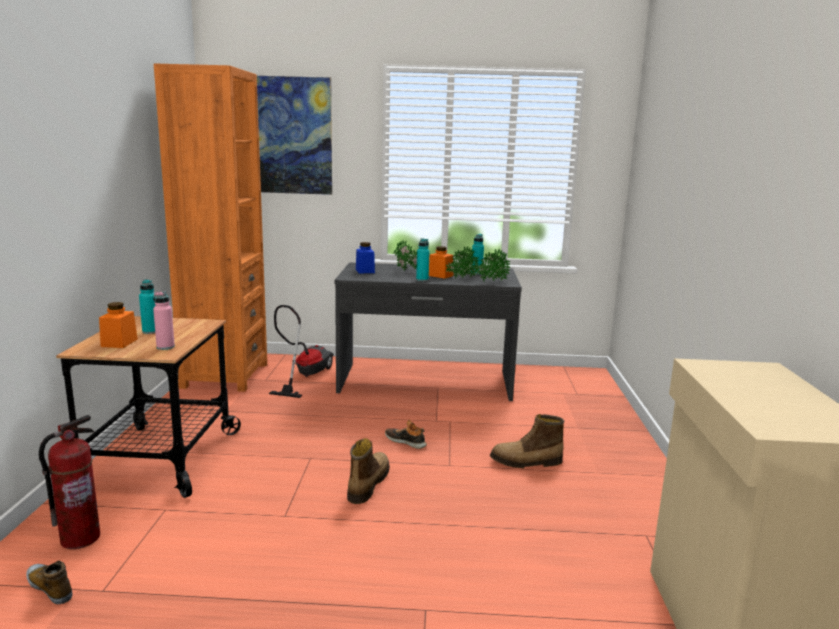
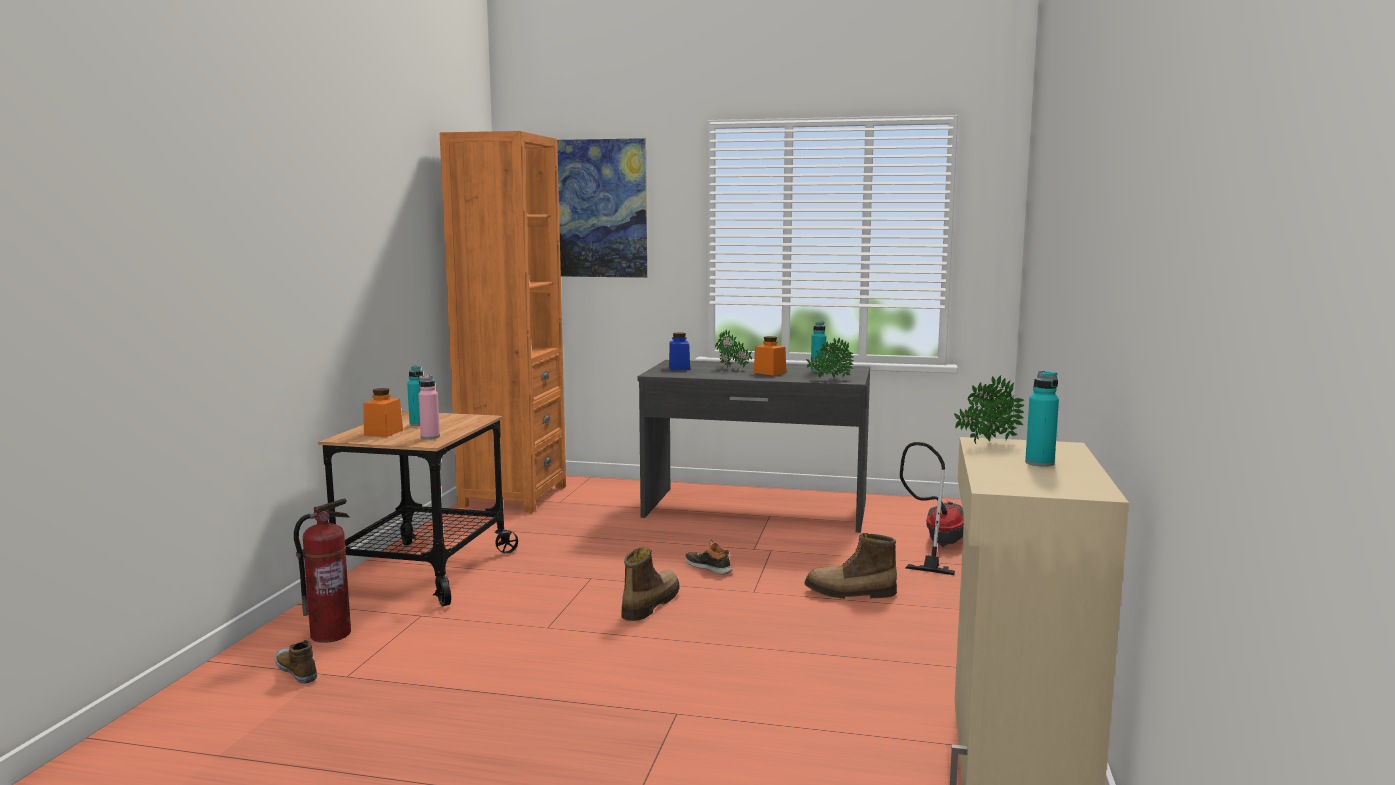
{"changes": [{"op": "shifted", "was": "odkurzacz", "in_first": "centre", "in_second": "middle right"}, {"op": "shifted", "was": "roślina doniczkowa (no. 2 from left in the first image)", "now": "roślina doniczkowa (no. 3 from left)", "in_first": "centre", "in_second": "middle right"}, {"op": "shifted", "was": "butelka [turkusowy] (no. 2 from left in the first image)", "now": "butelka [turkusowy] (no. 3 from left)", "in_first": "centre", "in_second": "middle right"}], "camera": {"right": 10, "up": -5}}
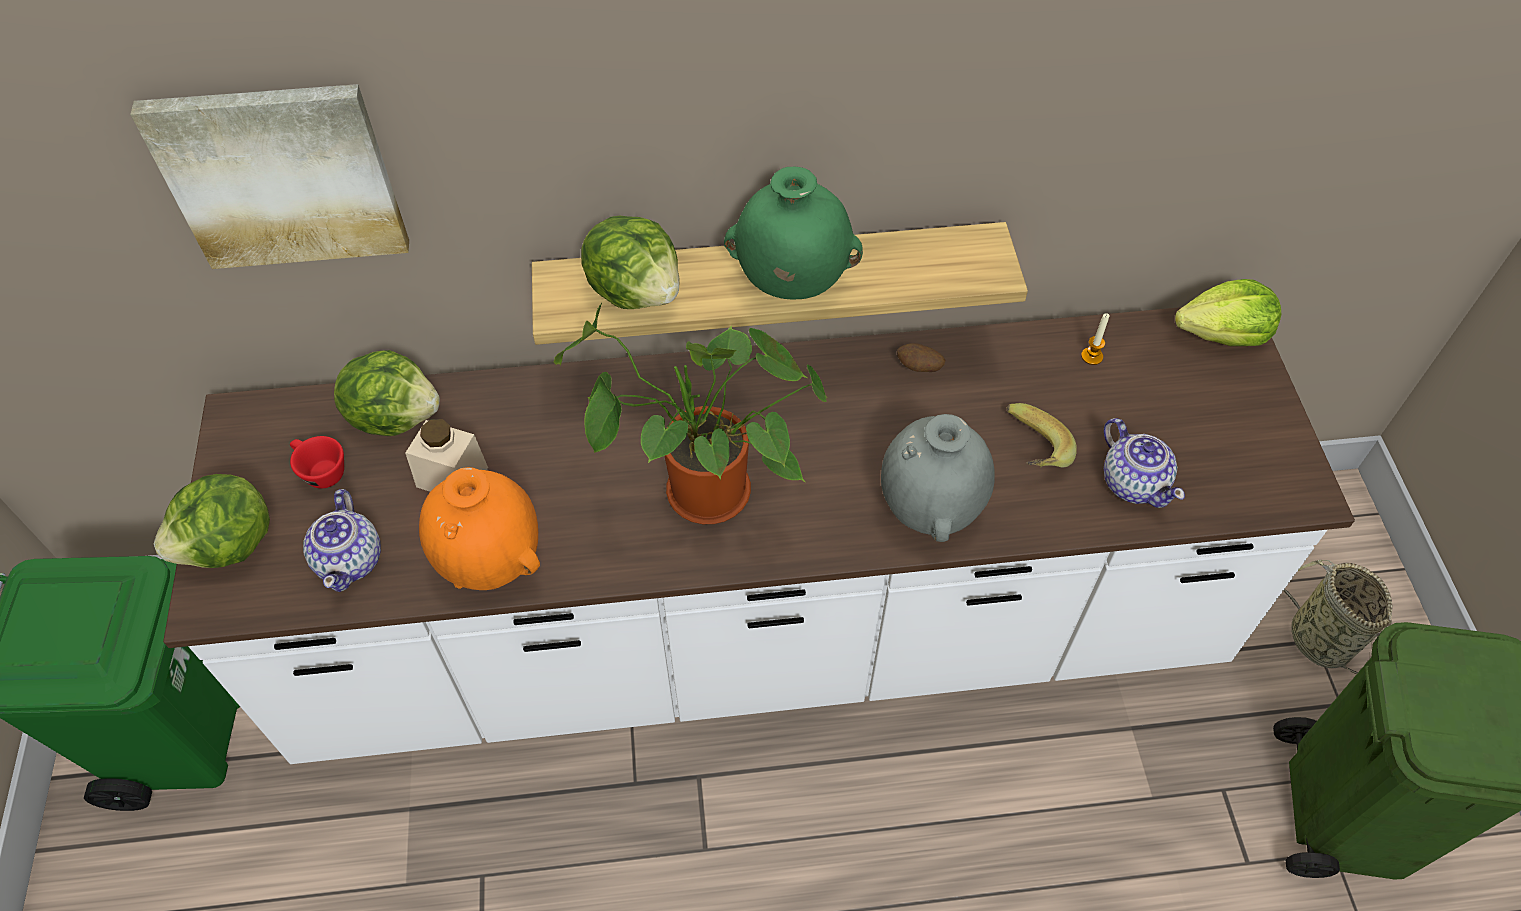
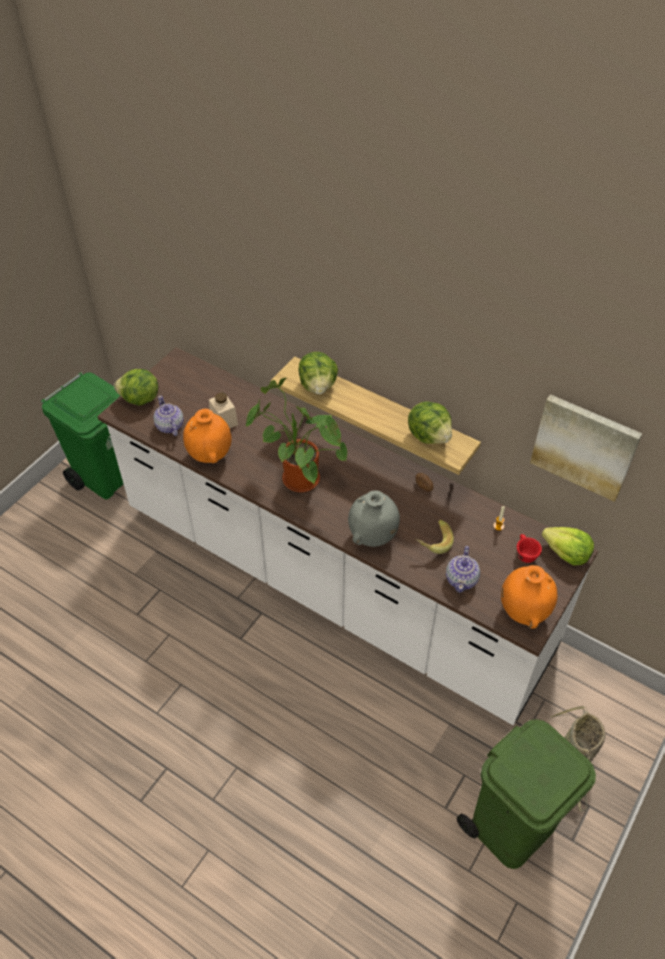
{"changes": [{"op": "rotated", "was": "imbryk (no. 1 from left)", "in_first": "middle left", "in_second": "middle left", "clockwise": 120}, {"op": "shifted", "was": "sałata (no. 2 from left in the first image)", "now": "sałata (no. 3 from left)", "in_first": "middle left", "in_second": "centre"}, {"op": "new", "now": "wazon [pomarańczowy] (no. 2 from left)", "in_second": "middle right"}, {"op": "shifted", "was": "filiżanka [czerwony]", "in_first": "middle left", "in_second": "middle right"}, {"op": "shifted", "was": "obraz", "in_first": "top left", "in_second": "middle right"}, {"op": "gone", "was": "wazon [zielony]", "in_first": "top centre"}], "camera": {"right": 40, "up": -5}}
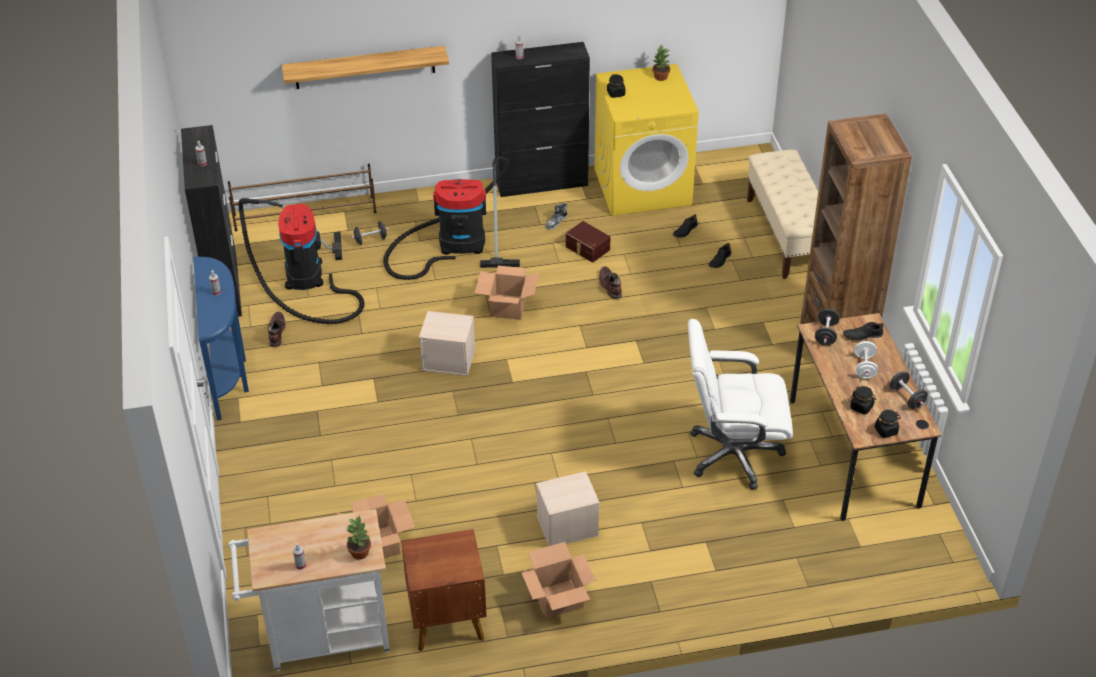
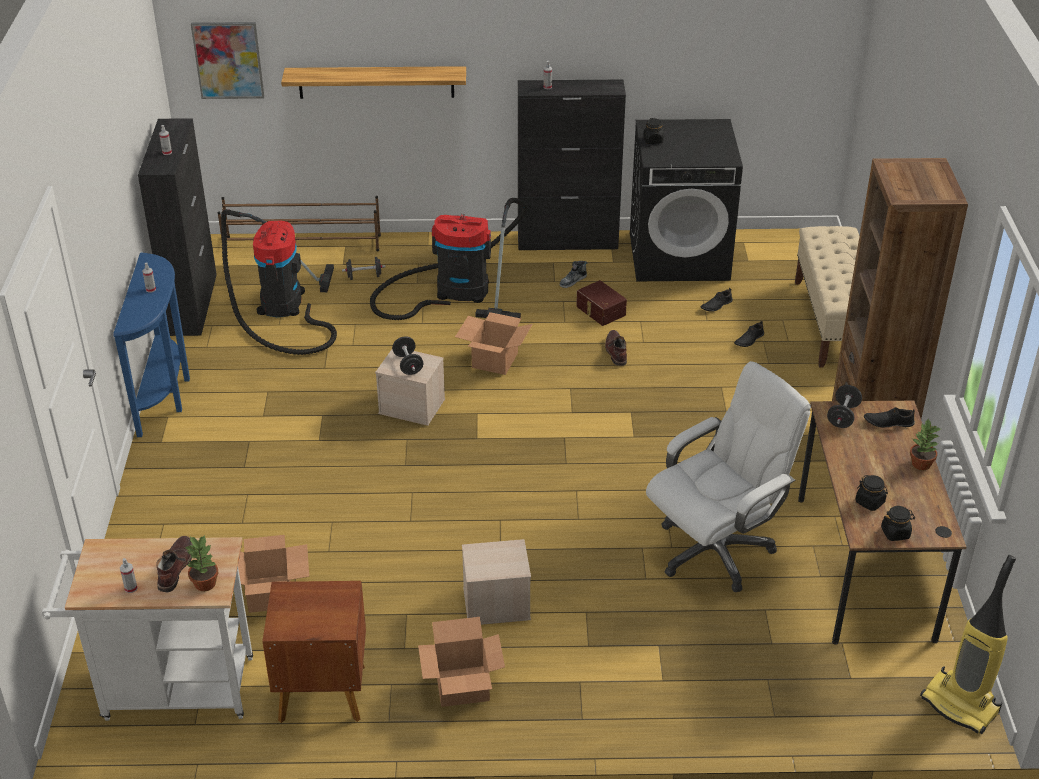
{"changes": [{"op": "shifted", "was": "but z cholewką [brązowy] (no. 1 from left)", "in_first": "middle left", "in_second": "bottom left"}, {"op": "new", "now": "obraz", "in_second": "top left"}, {"op": "shifted", "was": "hantel [czarny] (no. 3 from left in the first image)", "now": "hantel [czarny] (no. 2 from left)", "in_first": "middle right", "in_second": "centre"}, {"op": "repainted", "was": "pralka [żółty]", "now": "pralka [czarny]", "in_first": "top centre", "in_second": "top centre"}, {"op": "rotated", "was": "krzesło biurowe [biały]", "in_first": "middle right", "in_second": "middle right", "clockwise": 135}, {"op": "shifted", "was": "roślina doniczkowa (no. 2 from left)", "in_first": "top centre", "in_second": "middle right"}, {"op": "new", "now": "odkurzacz (no. 3 from left)", "in_second": "bottom right"}, {"op": "gone", "was": "hantel [biały]", "in_first": "middle right"}], "camera": {"right": 10, "up": -5}}
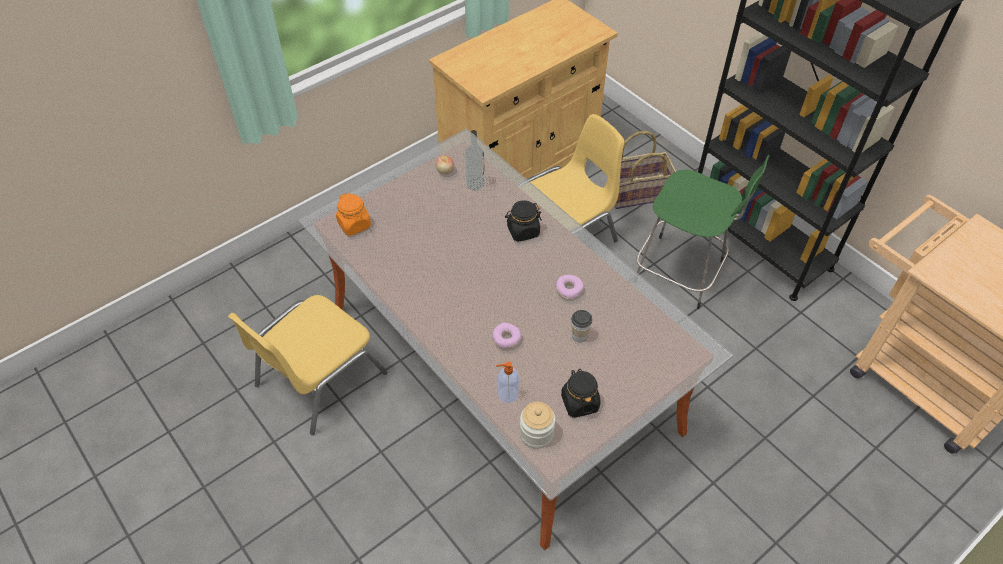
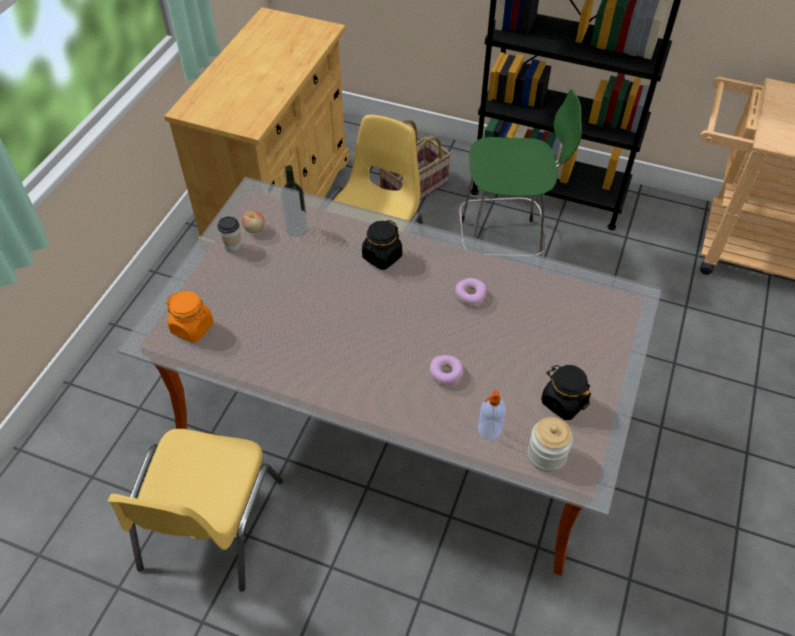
{"changes": [{"op": "shifted", "was": "filiżanka", "in_first": "centre", "in_second": "middle left"}], "camera": {"right": -30, "up": 0}}
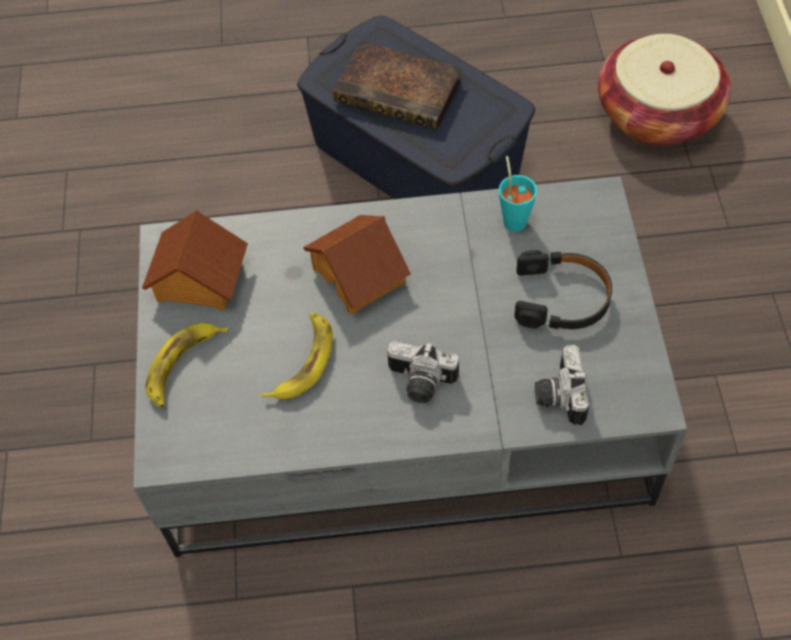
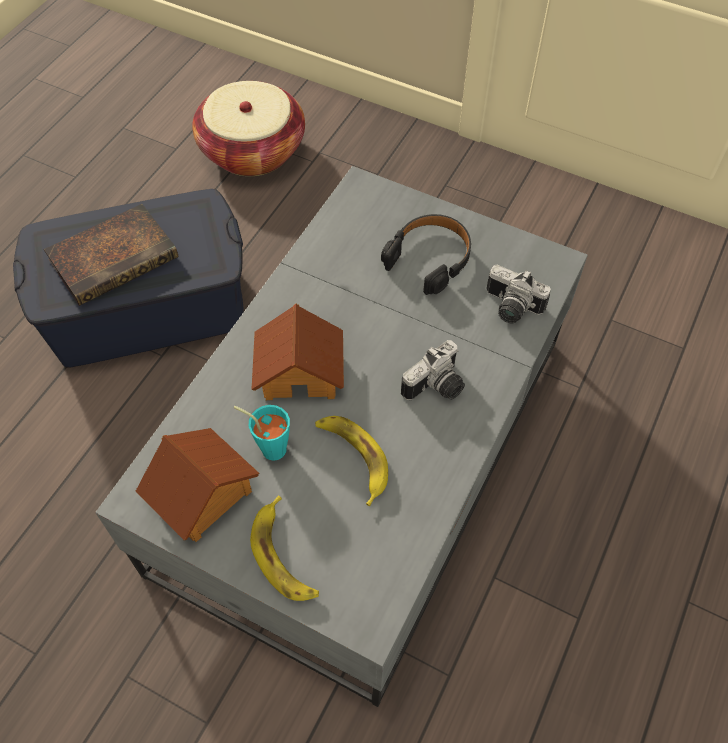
{"changes": [{"op": "shifted", "was": "filiżanka [turkusowy]", "in_first": "top centre", "in_second": "centre"}], "camera": {"right": -60, "up": 0}}
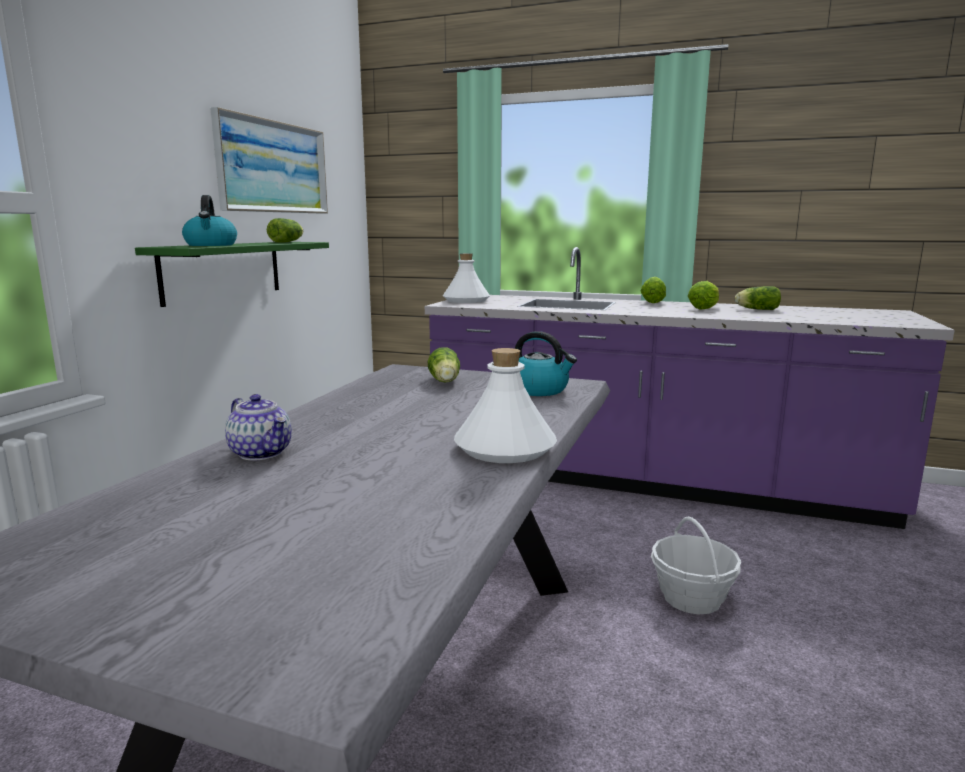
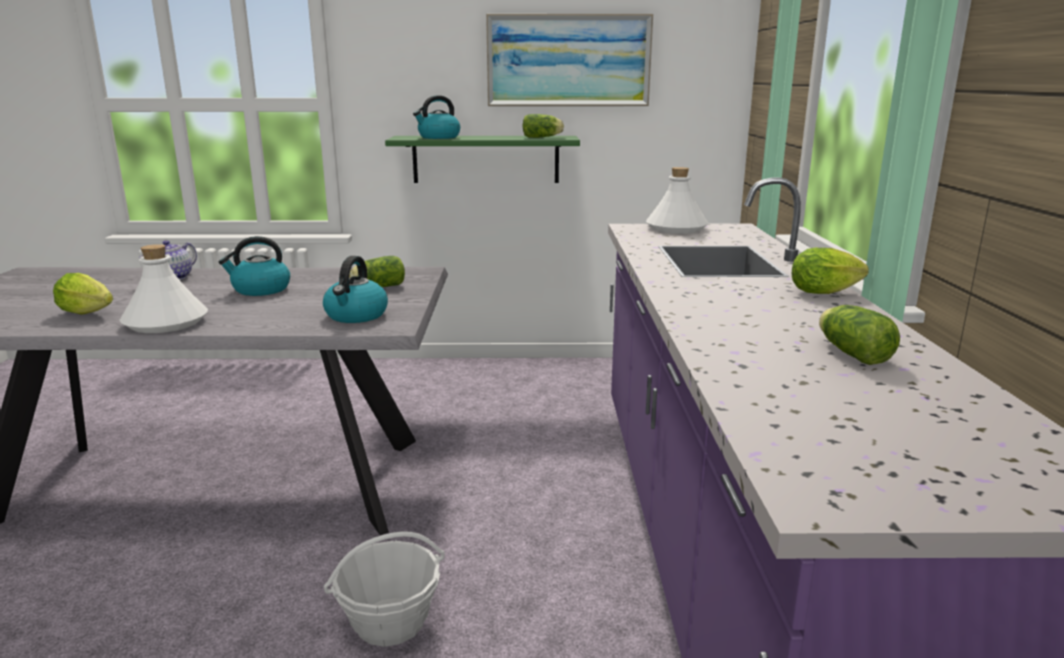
{"changes": [{"op": "shifted", "was": "sałata (no. 4 from left in the first image)", "now": "sałata (no. 1 from left)", "in_first": "middle right", "in_second": "middle left"}, {"op": "new", "now": "czajnik (no. 1 from left)", "in_second": "middle left"}], "camera": {"right": 70, "up": 5}}
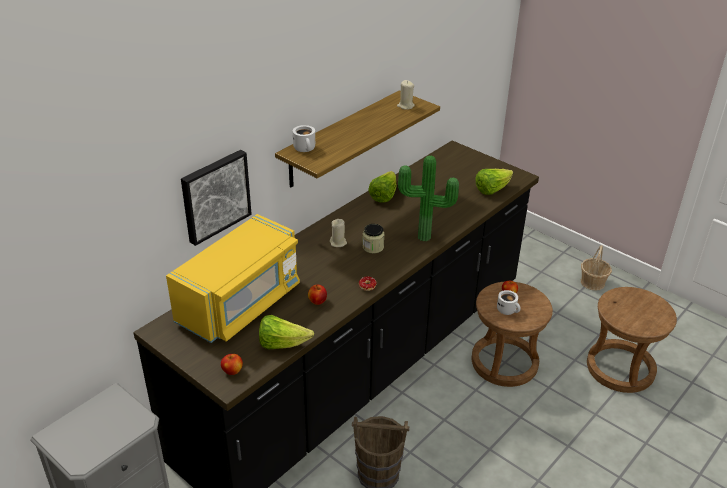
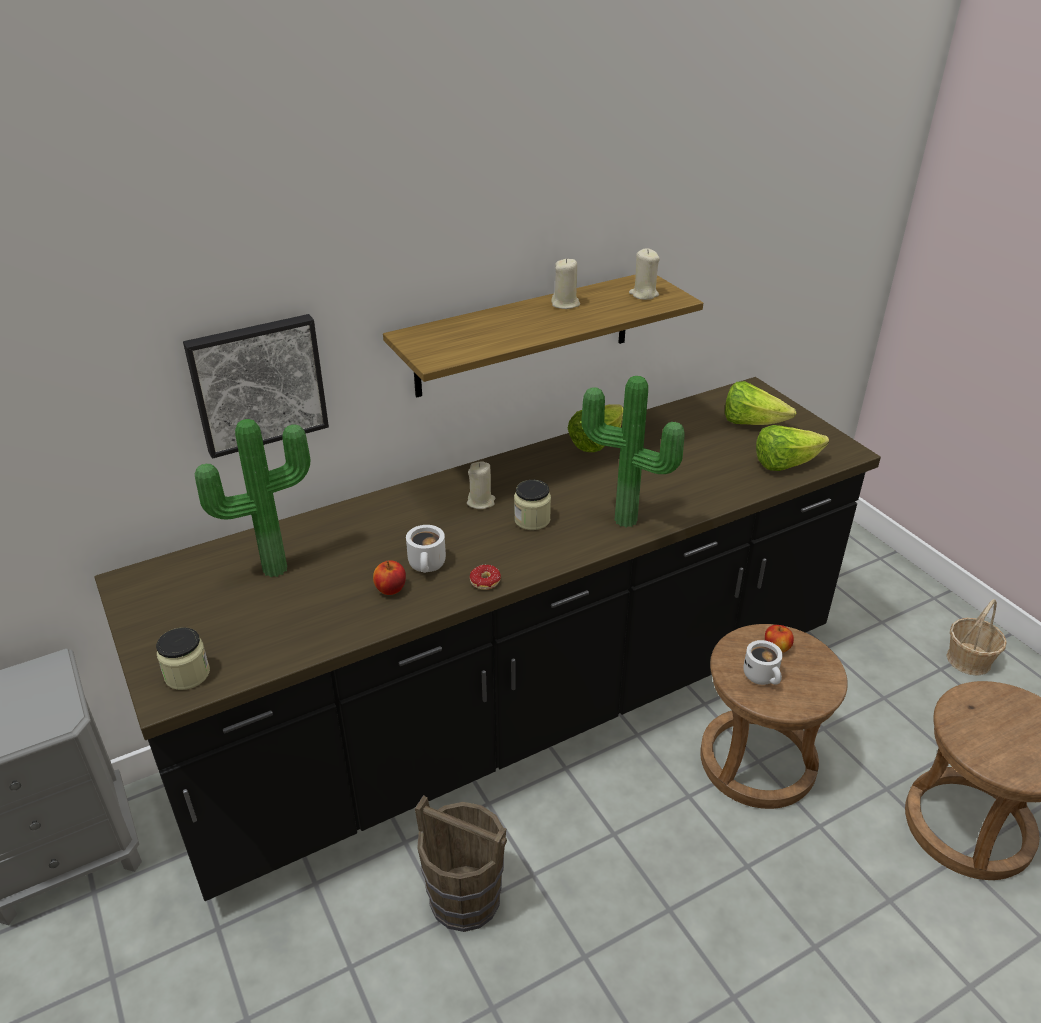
{"changes": [{"op": "swapped", "was": "jabłko (no. 1 from left)", "now": "słoik (no. 1 from left)", "in_first": "bottom left", "in_second": "middle left"}, {"op": "swapped", "was": "mikrofalówka [żółty]", "now": "roślina doniczkowa (no. 1 from left)", "in_first": "middle left", "in_second": "middle left"}, {"op": "shifted", "was": "kubek [biały] (no. 1 from left)", "in_first": "top centre", "in_second": "centre"}, {"op": "new", "now": "świeca [beżowy] (no. 2 from left)", "in_second": "top centre"}, {"op": "shifted", "was": "sałata (no. 1 from left in the first image)", "now": "sałata (no. 2 from left)", "in_first": "bottom centre", "in_second": "middle right"}], "camera": {"right": 20, "up": 0}}
